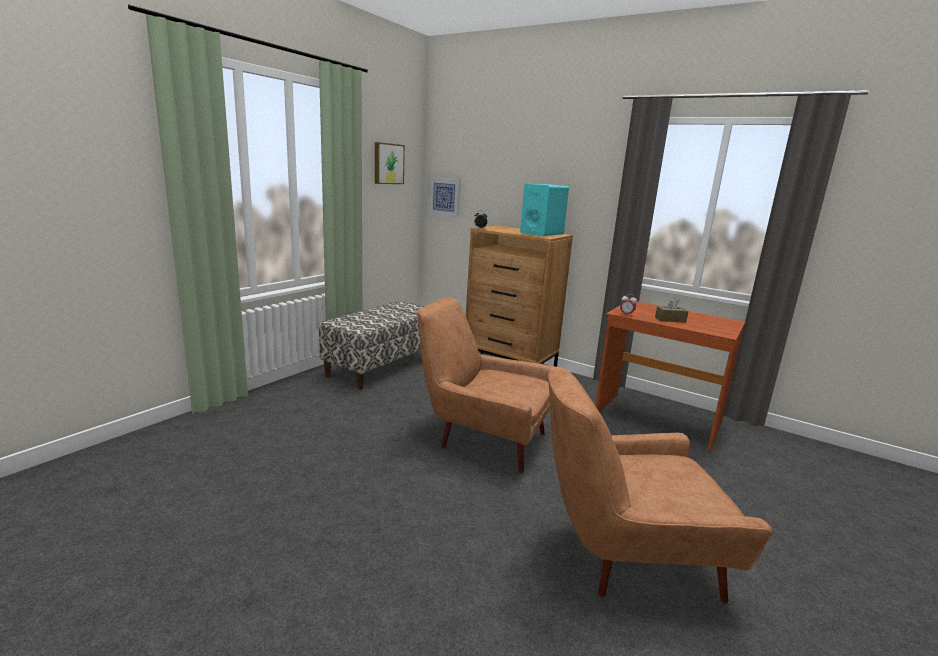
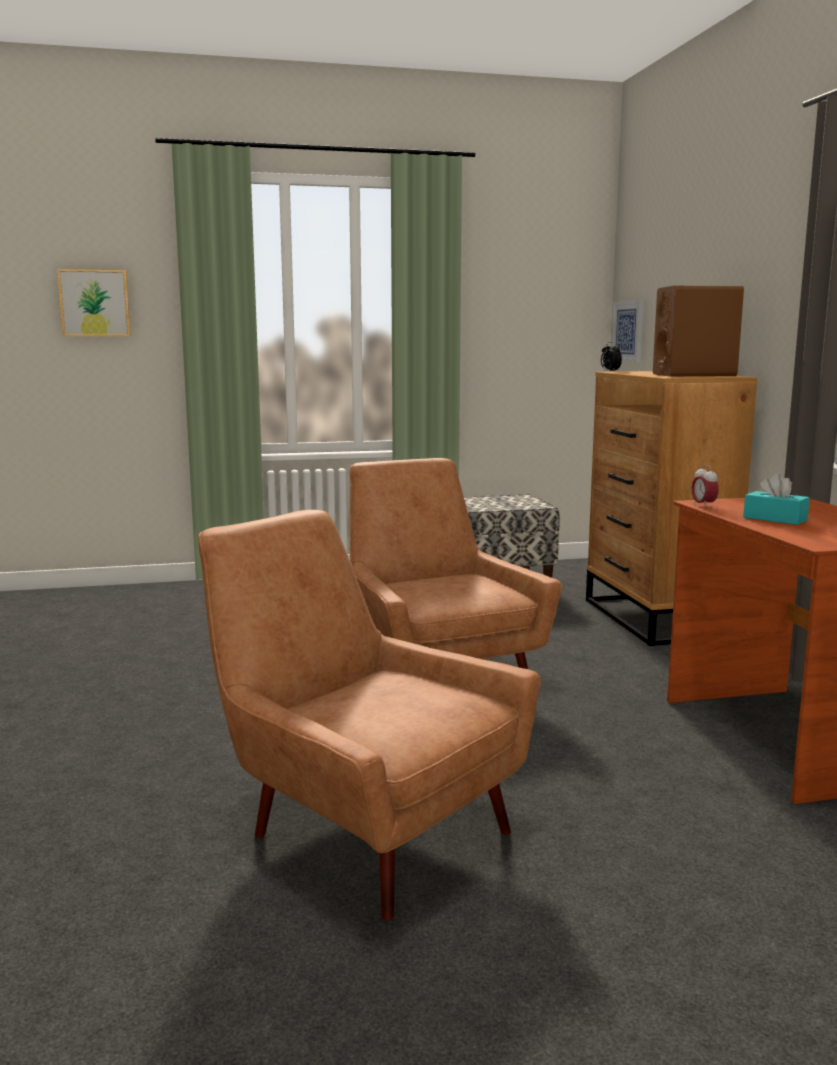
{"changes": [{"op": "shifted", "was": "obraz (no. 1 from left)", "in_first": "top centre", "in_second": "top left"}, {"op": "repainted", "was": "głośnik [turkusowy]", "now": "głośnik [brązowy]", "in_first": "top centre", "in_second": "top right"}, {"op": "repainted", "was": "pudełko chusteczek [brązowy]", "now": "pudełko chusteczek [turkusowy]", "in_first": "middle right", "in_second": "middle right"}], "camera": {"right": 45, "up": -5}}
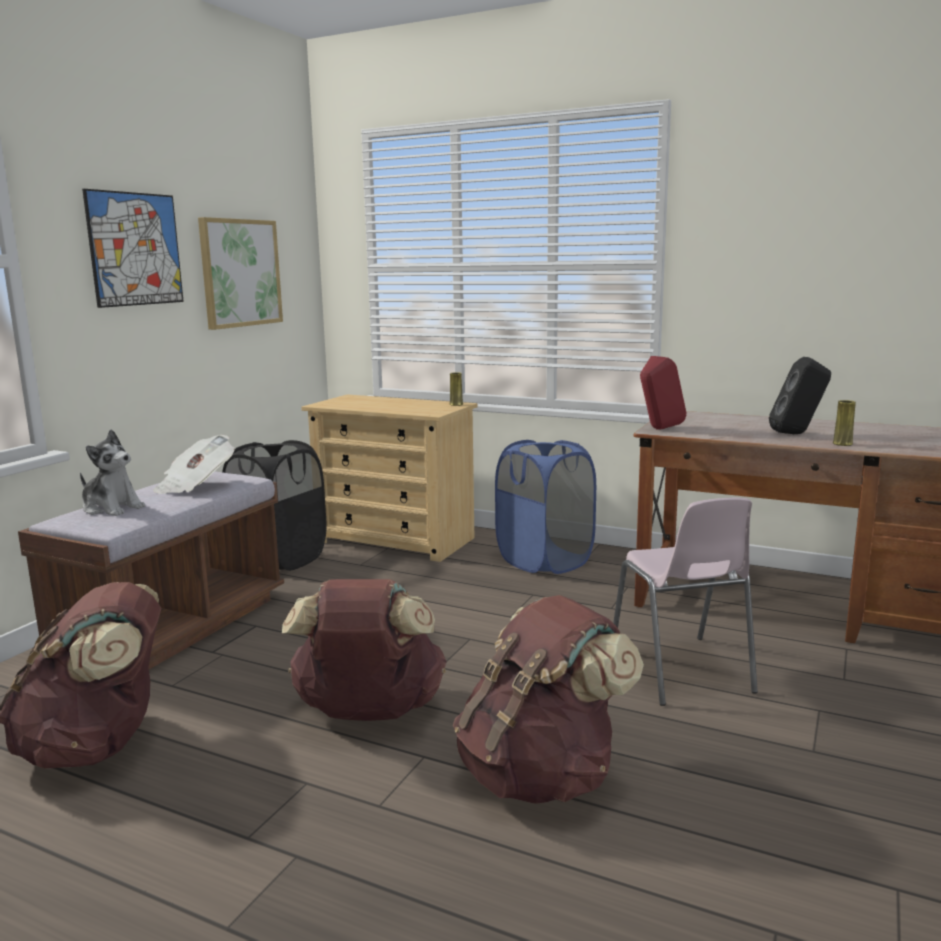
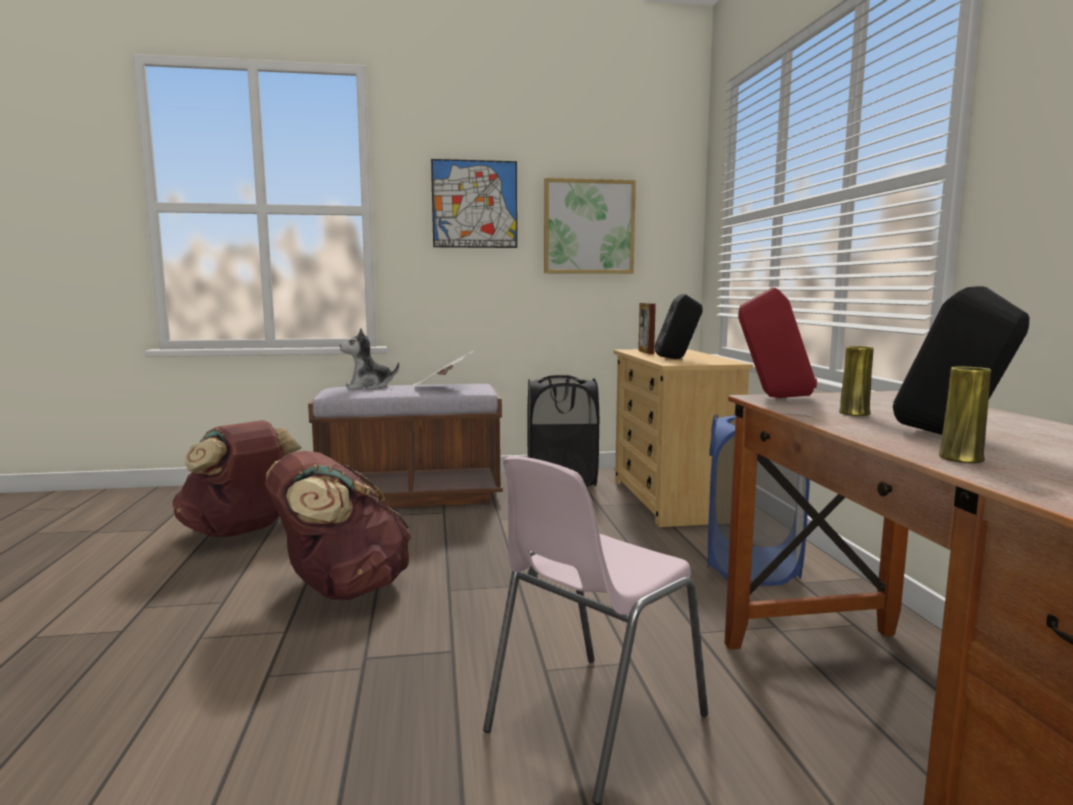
{"changes": [{"op": "rotated", "was": "pluszak", "in_first": "middle left", "in_second": "centre", "clockwise": 75}, {"op": "new", "now": "ramka na zdjęcie", "in_second": "centre"}, {"op": "new", "now": "głośnik [czarny] (no. 1 from left)", "in_second": "centre"}, {"op": "shifted", "was": "wazon [żółty] (no. 1 from left)", "in_first": "centre", "in_second": "middle right"}, {"op": "gone", "was": "plecak [brązowy] (no. 3 from left)", "in_first": "bottom centre"}], "camera": {"right": 55, "up": -5}}
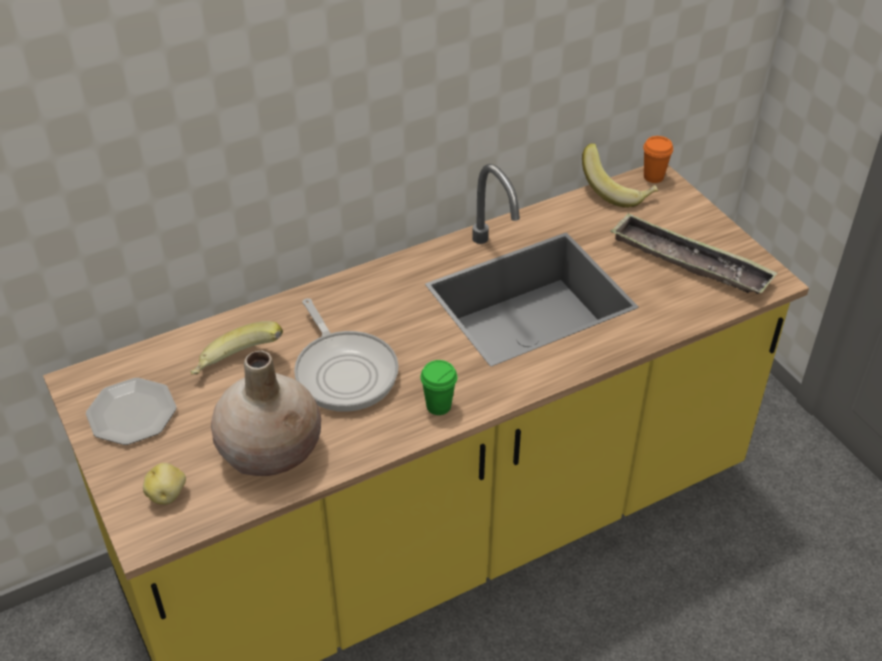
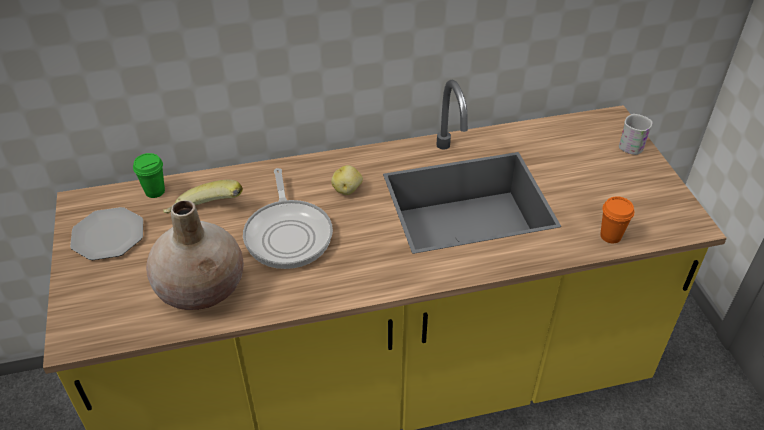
{"changes": [{"op": "shifted", "was": "filiżanka [zielony]", "in_first": "centre", "in_second": "middle left"}, {"op": "shifted", "was": "ziemniak", "in_first": "bottom left", "in_second": "centre"}, {"op": "shifted", "was": "filiżanka [pomarańczowy]", "in_first": "top right", "in_second": "middle right"}, {"op": "new", "now": "kubek [biały]", "in_second": "top right"}, {"op": "gone", "was": "banan (no. 2 from left)", "in_first": "top right"}, {"op": "gone", "was": "taca", "in_first": "middle right"}], "camera": {"right": 15, "up": 0}}
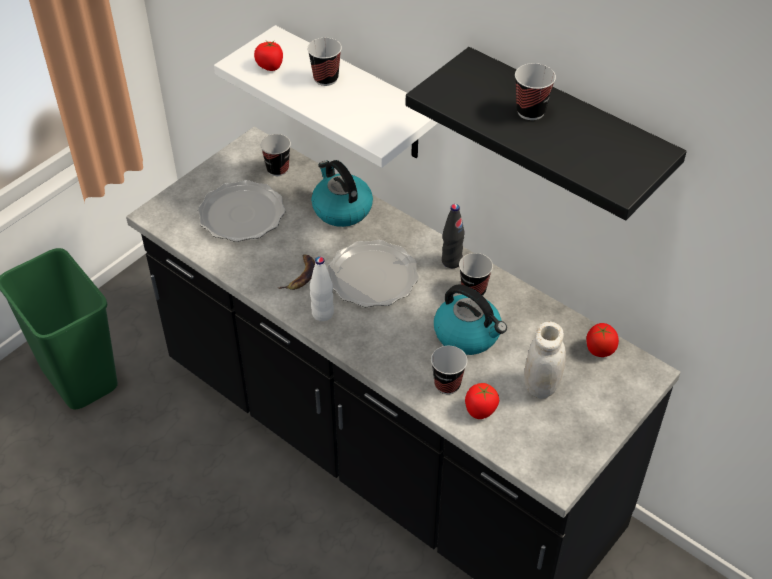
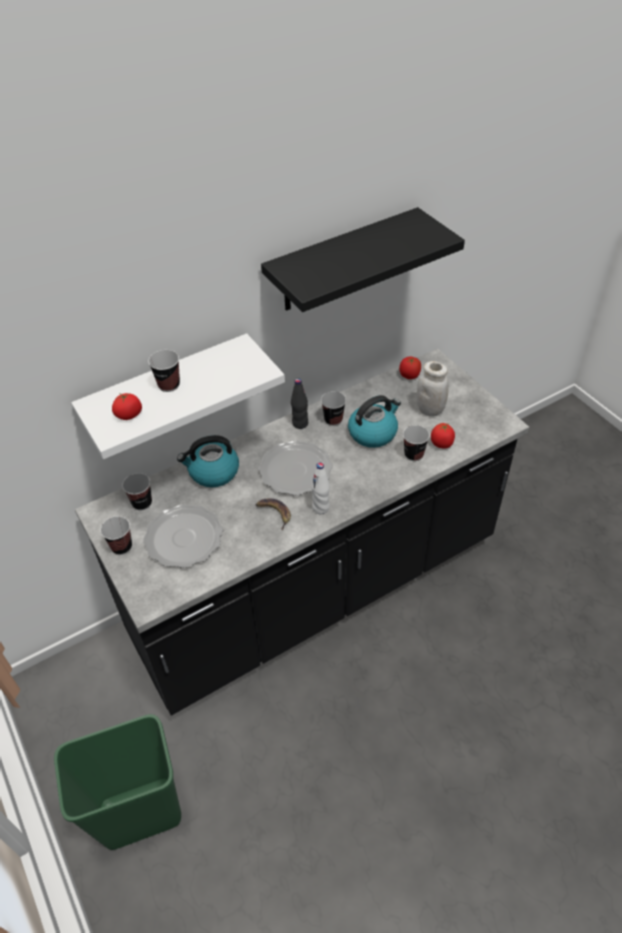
{"changes": [{"op": "shifted", "was": "filiżanka (no. 5 from left in the first image)", "now": "filiżanka (no. 1 from left)", "in_first": "top right", "in_second": "middle left"}], "camera": {"right": -70, "up": 0}}
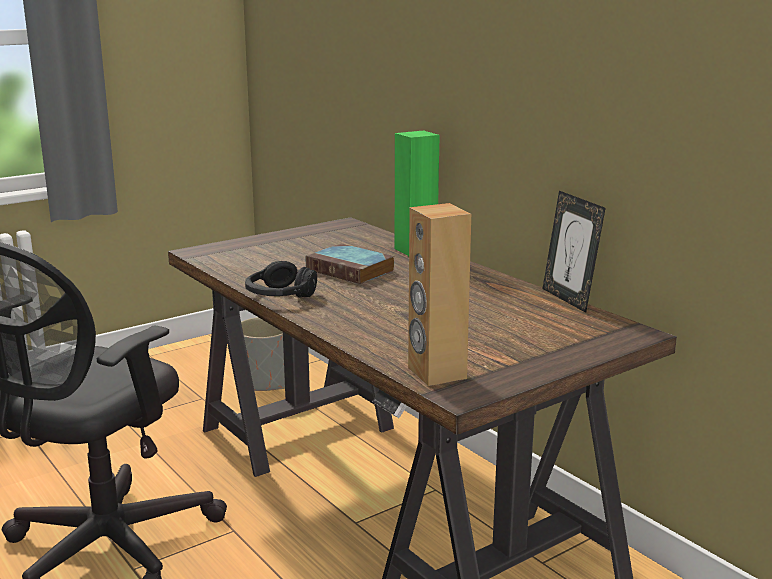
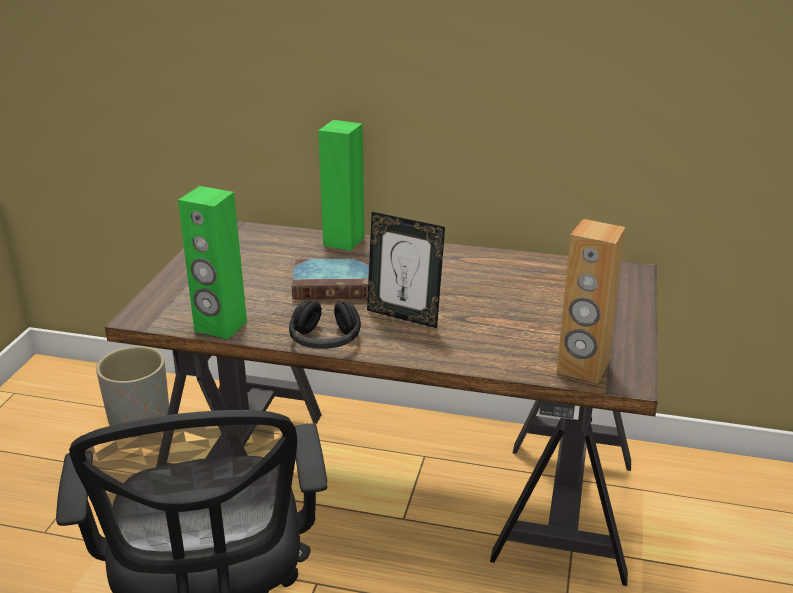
{"changes": [{"op": "new", "now": "głośnik [zielony] (no. 1 from left)", "in_second": "middle left"}, {"op": "shifted", "was": "ramka na zdjęcie", "in_first": "middle right", "in_second": "centre"}], "camera": {"right": -40, "up": 10}}
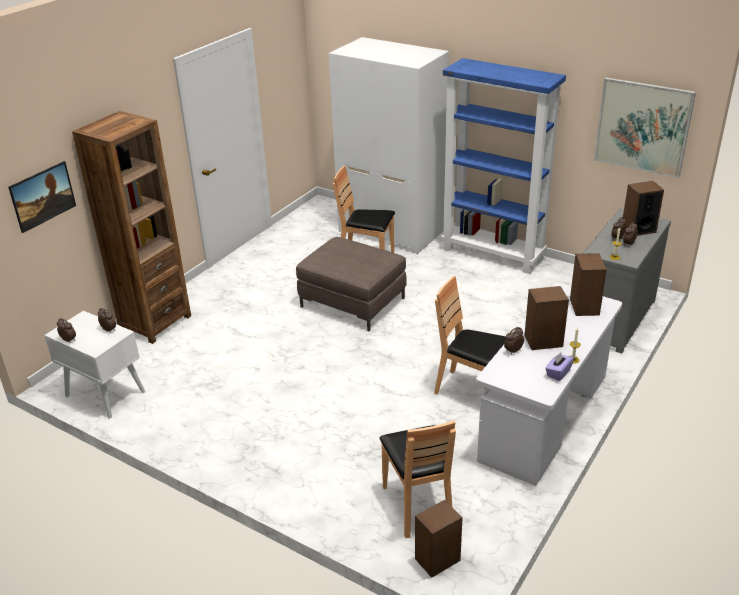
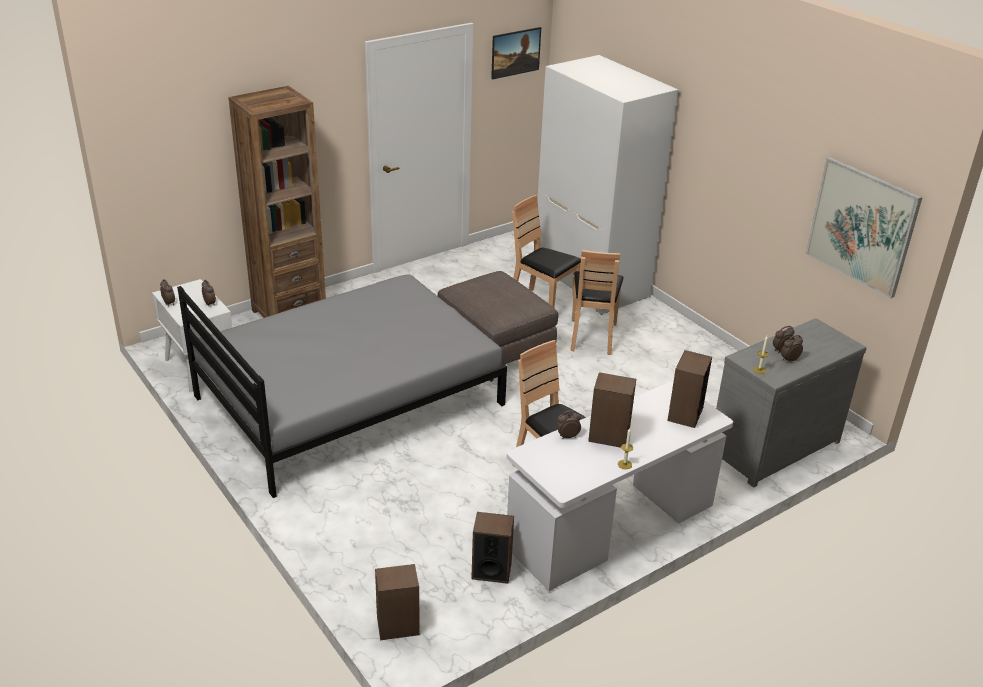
{"changes": [{"op": "new", "now": "łóżko [szary]", "in_second": "centre"}, {"op": "shifted", "was": "głośnik (no. 4 from left in the first image)", "now": "głośnik (no. 2 from left)", "in_first": "middle right", "in_second": "bottom centre"}, {"op": "shifted", "was": "obraz (no. 1 from left)", "in_first": "top left", "in_second": "top centre"}, {"op": "shifted", "was": "krzesło [brązowy] (no. 2 from left in the first image)", "now": "krzesło [brązowy] (no. 3 from left)", "in_first": "bottom centre", "in_second": "centre"}, {"op": "gone", "was": "regał [niebieski]", "in_first": "top right"}, {"op": "gone", "was": "pudełko chusteczek [fioletowy]", "in_first": "middle right"}], "camera": {"right": 20, "up": 0}}
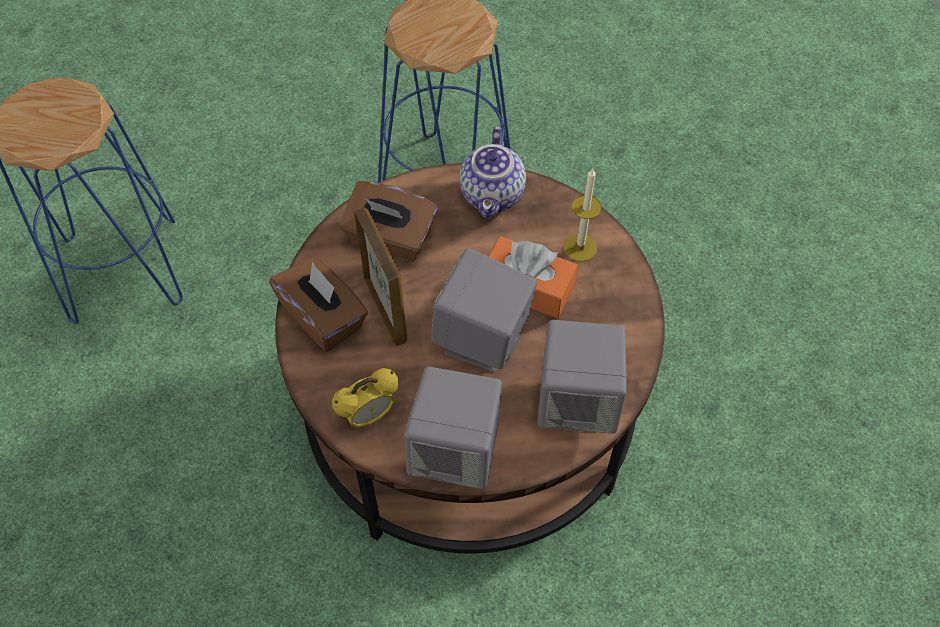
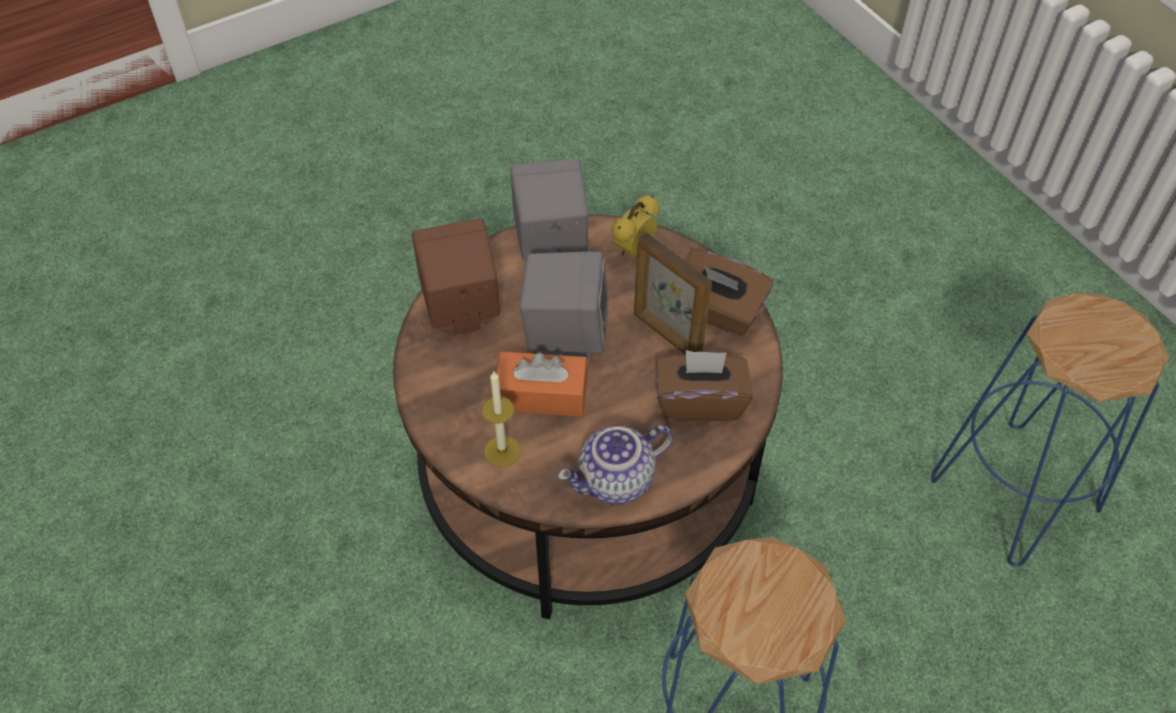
{"changes": [{"op": "repainted", "was": "głośnik [szary] (no. 3 from left)", "now": "głośnik [brązowy]", "in_first": "centre", "in_second": "centre"}, {"op": "rotated", "was": "imbryk", "in_first": "top centre", "in_second": "centre", "clockwise": -105}], "camera": {"right": 160, "up": -5}}
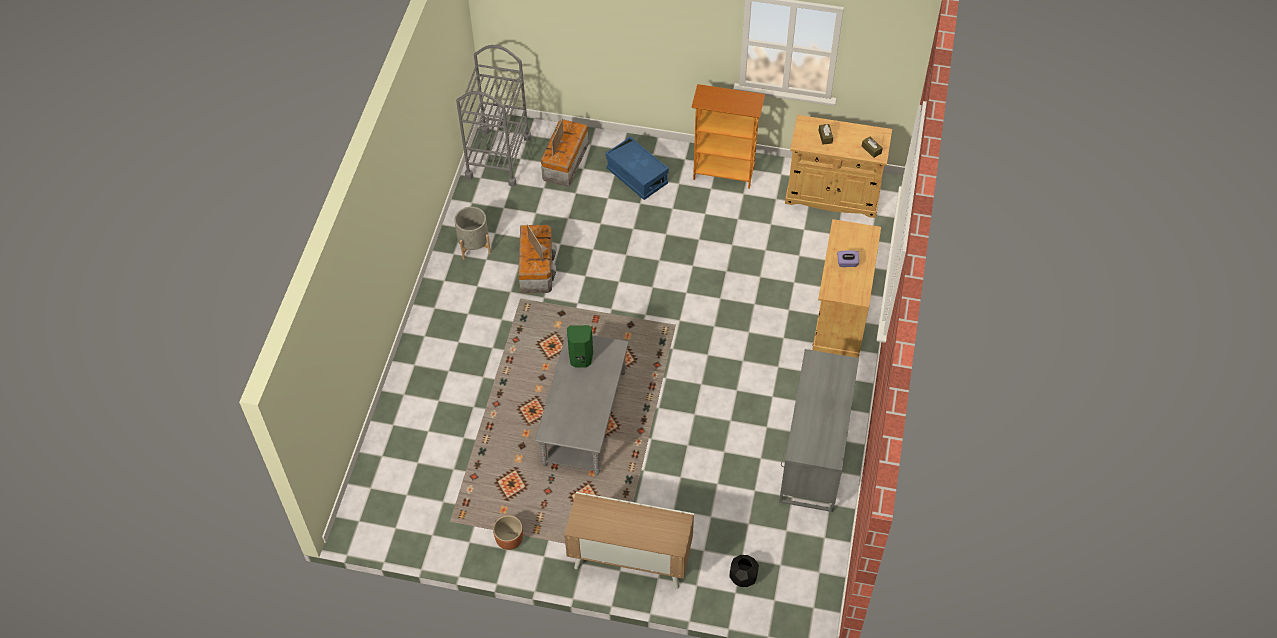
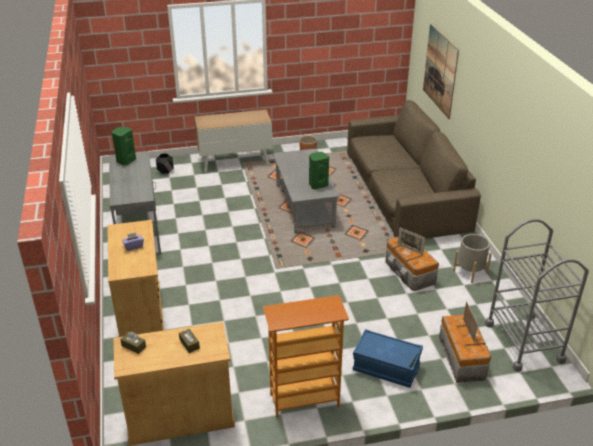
{"changes": [{"op": "new", "now": "głośnik [zielony] (no. 1 from left)", "in_second": "top left"}, {"op": "new", "now": "kanapa [brązowy]", "in_second": "middle right"}, {"op": "new", "now": "obraz", "in_second": "top right"}], "camera": {"right": 155, "up": -20}}
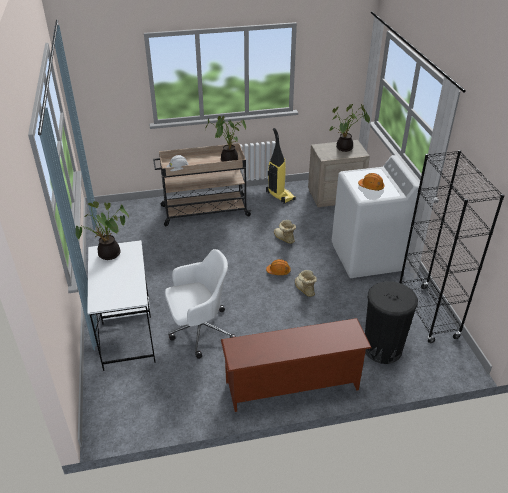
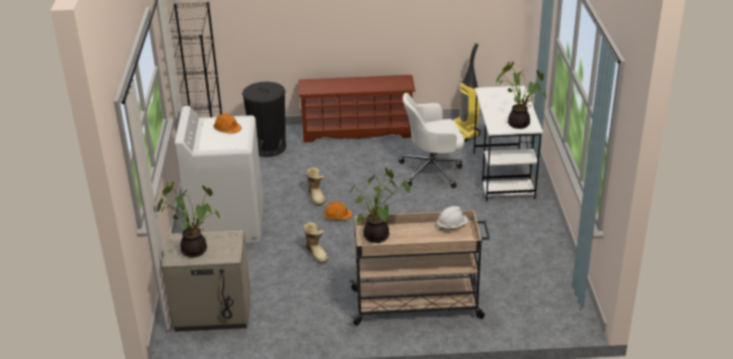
{"changes": [{"op": "shifted", "was": "odkurzacz", "in_first": "centre", "in_second": "top centre"}], "camera": {"right": -170, "up": -5}}
